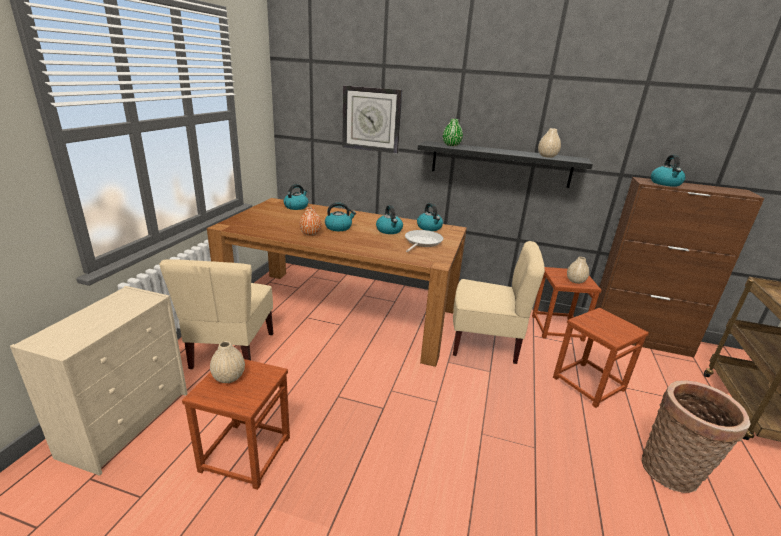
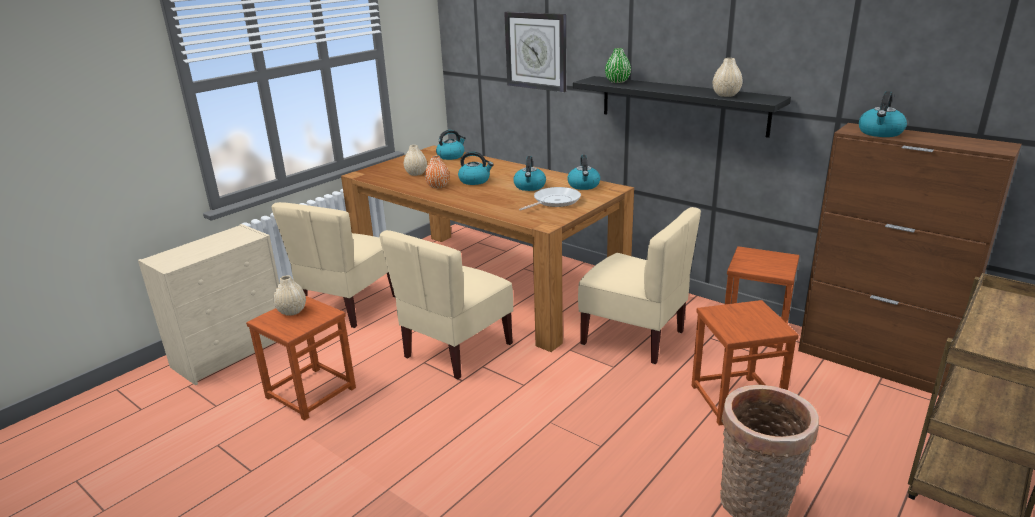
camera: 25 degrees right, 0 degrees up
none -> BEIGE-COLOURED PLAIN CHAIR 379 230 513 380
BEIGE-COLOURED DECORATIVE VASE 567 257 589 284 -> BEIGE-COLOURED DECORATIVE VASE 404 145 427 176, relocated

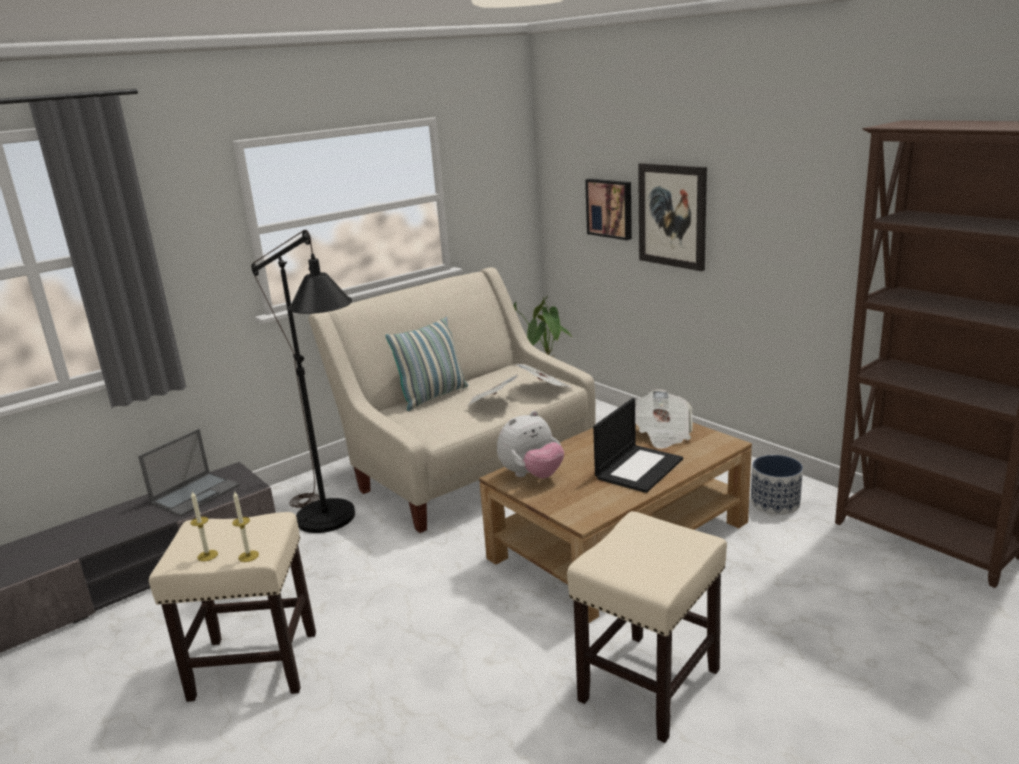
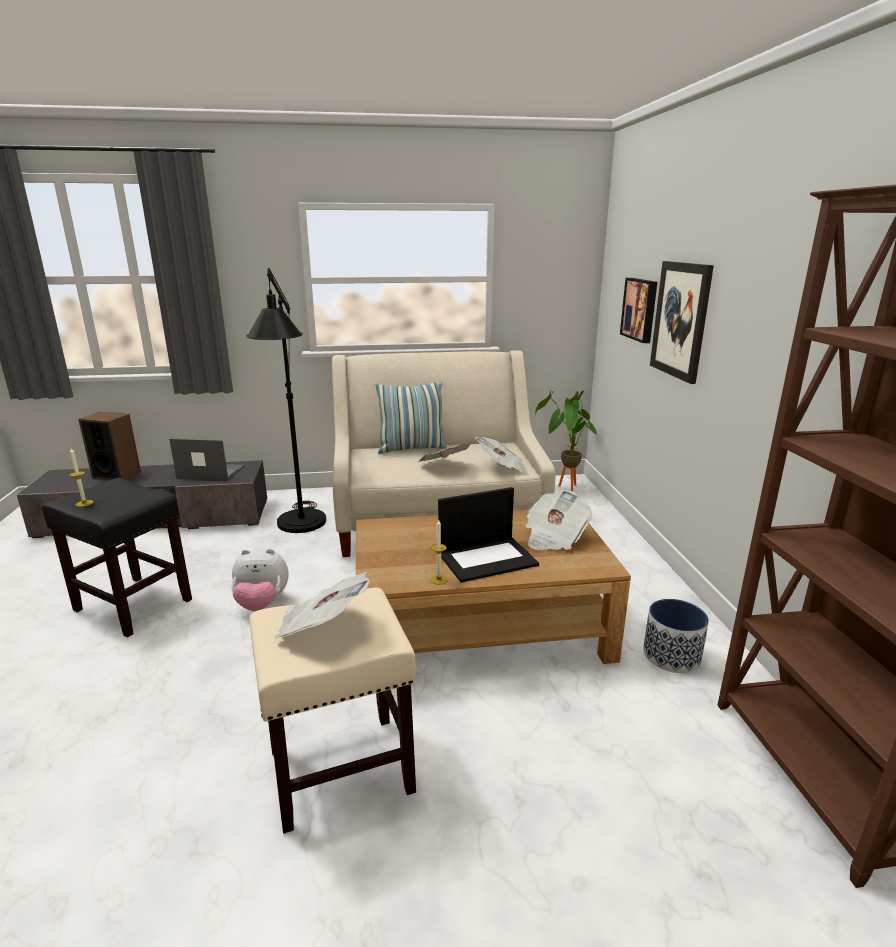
camera: 30 degrees right, 0 degrees up
BEIGE-COLOURED STOOL 149 512 316 702 -> BLACK STOOL 41 478 192 637
none -> LOUDSPEAKER 78 412 141 480
PORTABLE COMPUTER 138 429 240 517 -> PORTABLE COMPUTER 169 438 245 481, 150 degrees counterclockwise
SOFT TOY 497 411 564 478 -> SOFT TOY 231 549 289 611, relocated
none -> DAILY PAPER 274 572 369 639
CANDLE 232 491 259 562 -> CANDLE 430 520 448 585, relocated

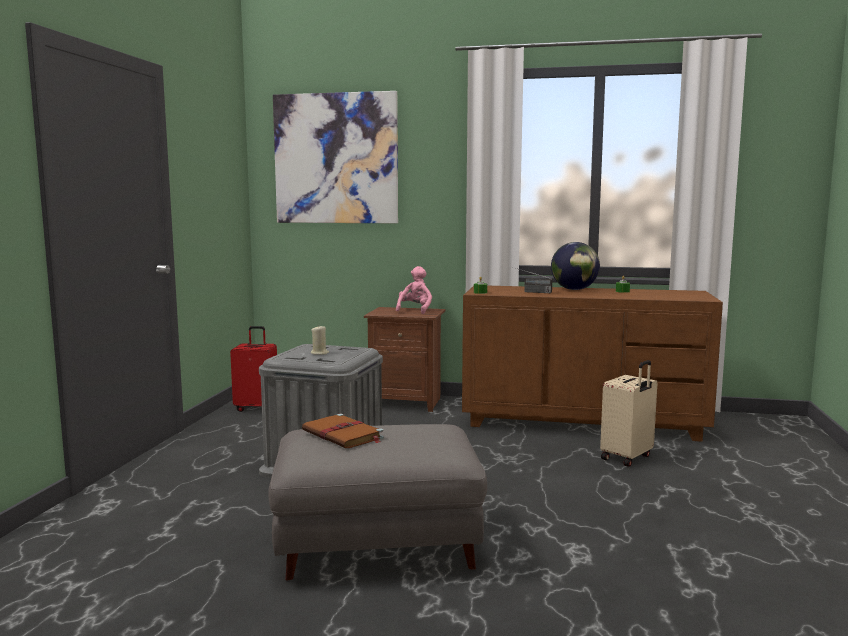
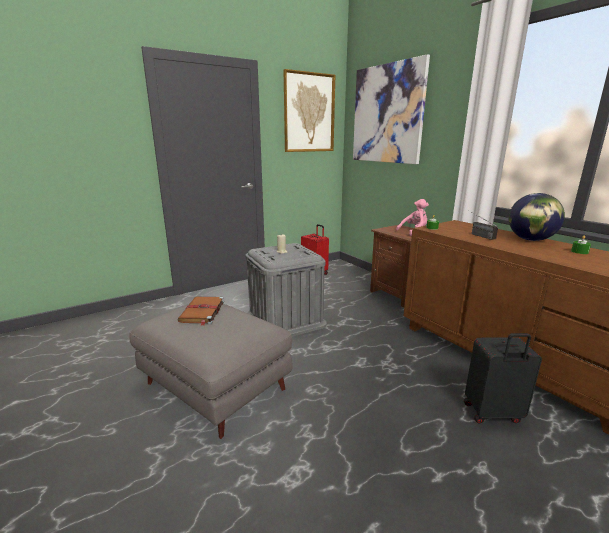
camera: 45 degrees right, 10 degrees up
none -> PICTURE 284 69 335 152
BEIGE-COLOURED PIECE OF LUGGAGE 600 360 657 467 -> BLACK PIECE OF LUGGAGE 464 333 542 424

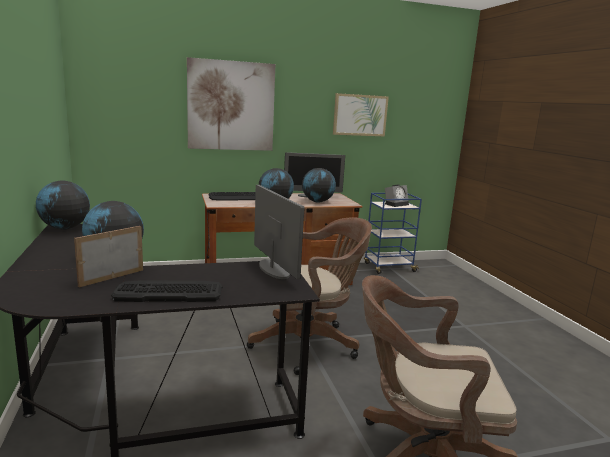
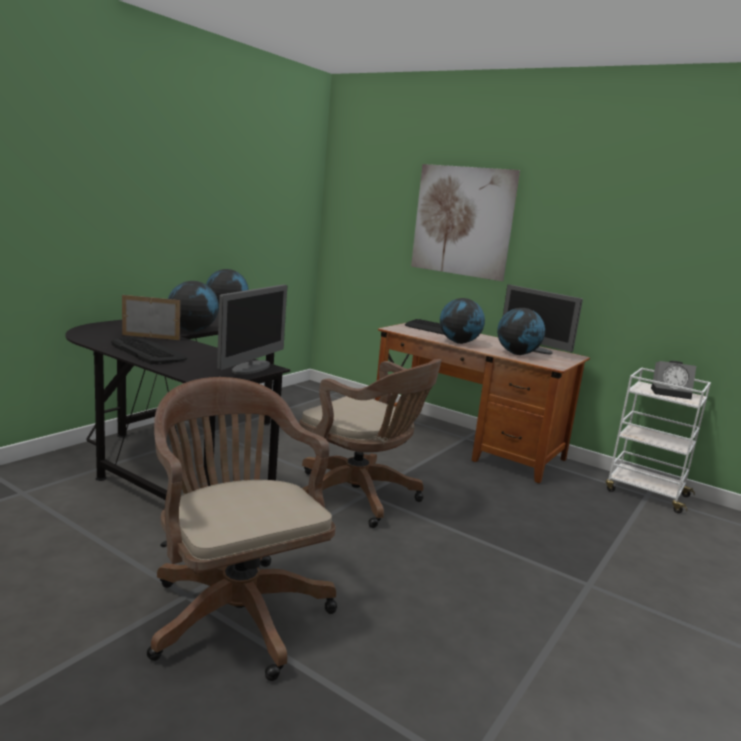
camera: 50 degrees right, 0 degrees up
BLUE CART 364 193 422 274 -> WHITE-COLOURED CART 606 368 711 513
PICTURE 333 93 389 137 -> none

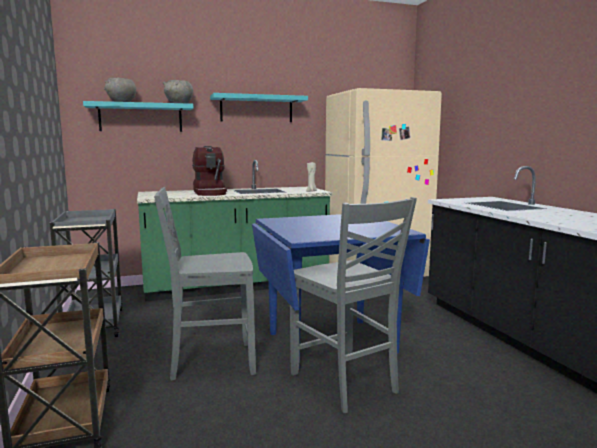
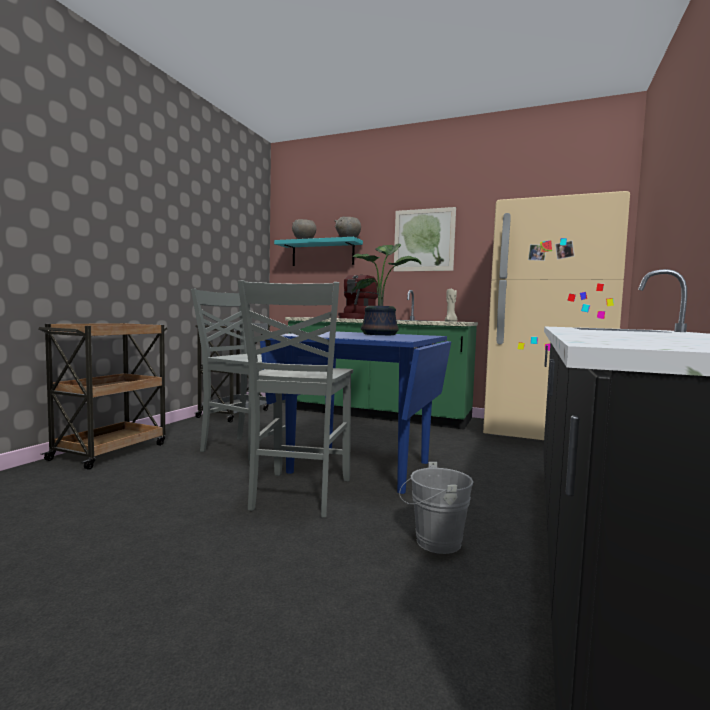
camera: 40 degrees right, 5 degrees down
none -> PLANT IN A POT 352 243 421 335
BLUE-GREEN BRACKET SHELF 210 93 308 122 -> PICTURE 394 207 456 271
none -> GREYISH WATER BUCKET 399 462 473 554

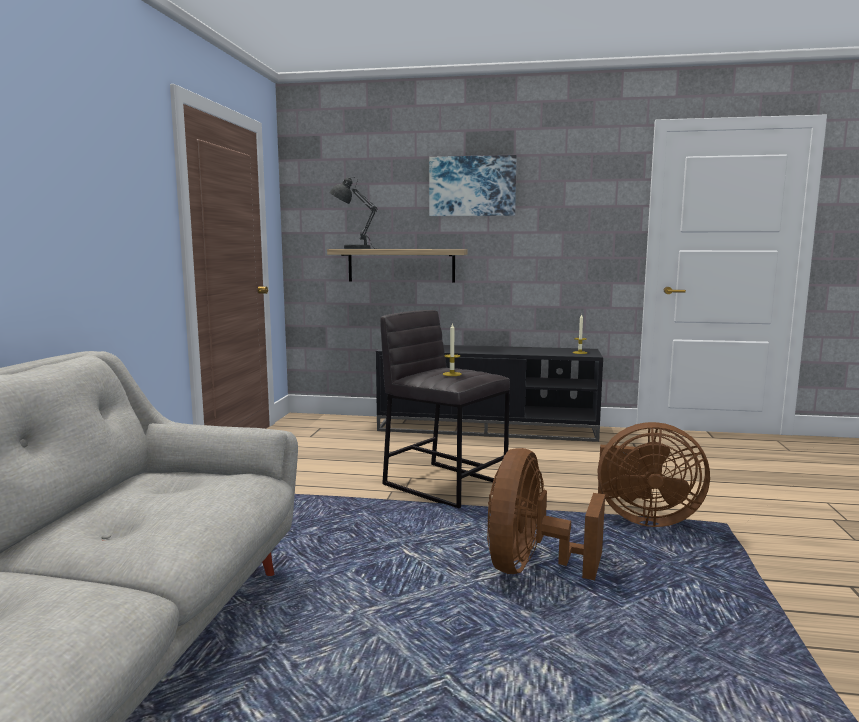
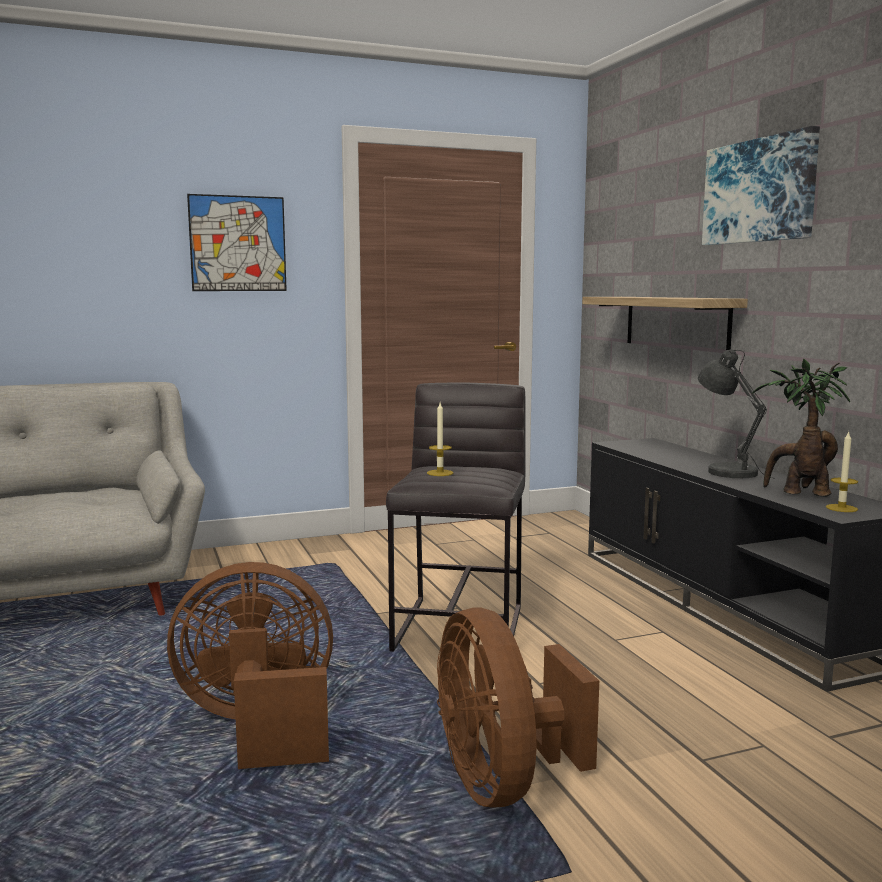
camera: 60 degrees right, 0 degrees up
none -> PICTURE 187 194 287 291
GREYISH TABLE LAMP 330 177 378 249 -> GREYISH TABLE LAMP 698 349 775 479, relocated
none -> PLANT IN A POT 752 358 850 497

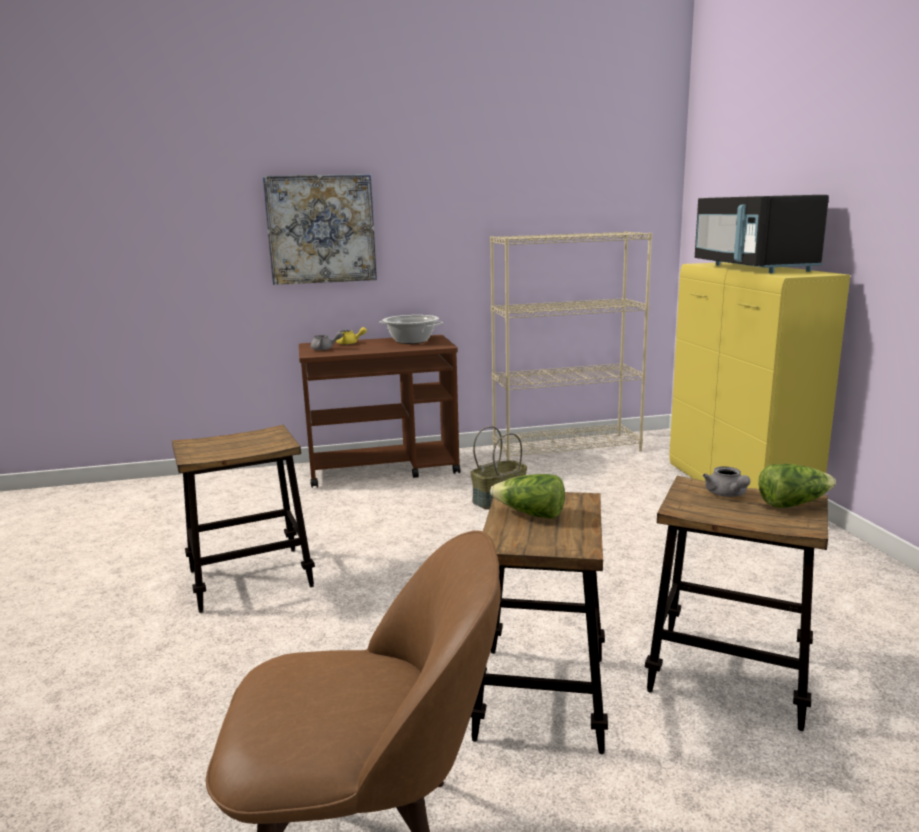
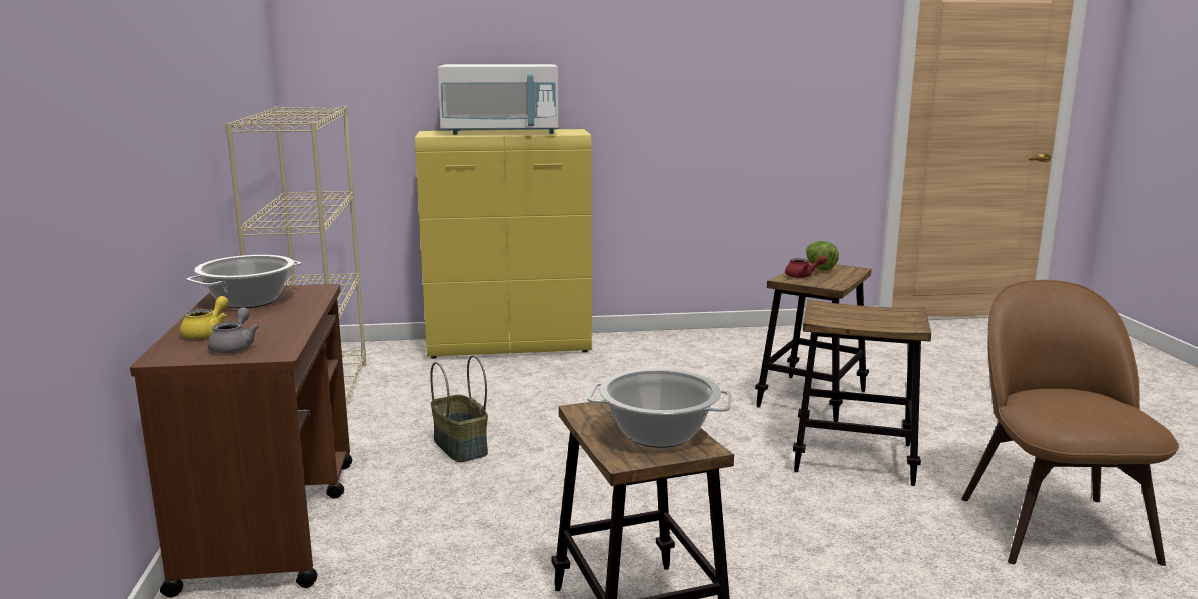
camera: 85 degrees left, 0 degrees up
BLACK MICROWAVE 695 195 829 273 -> WHITE-COLOURED MICROWAVE 437 64 559 135
none -> STOCKPOT 587 368 732 448
GREYISH TEAPOT 703 466 750 497 -> REDDISH TEAPOT 785 255 827 278
PICTURE 263 174 377 285 -> none
HEAD OF LETTUCE 490 474 565 519 -> none

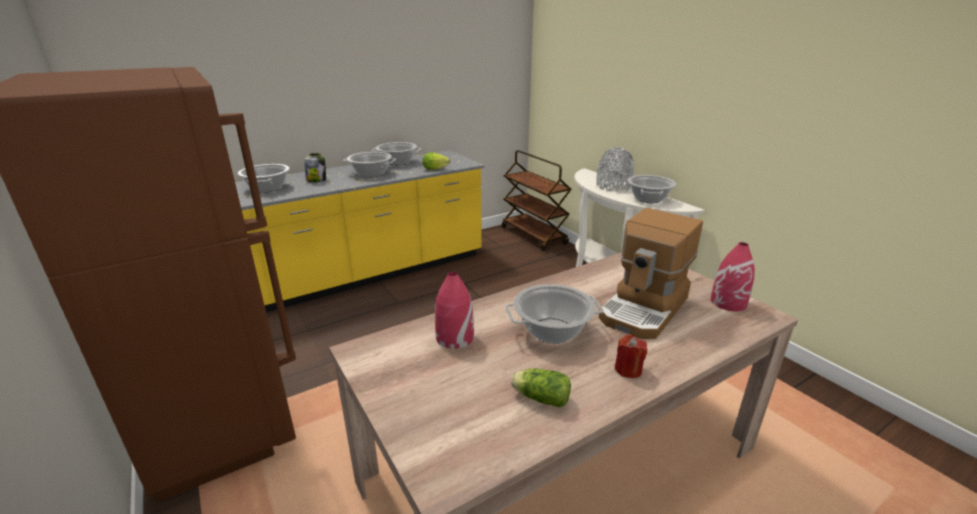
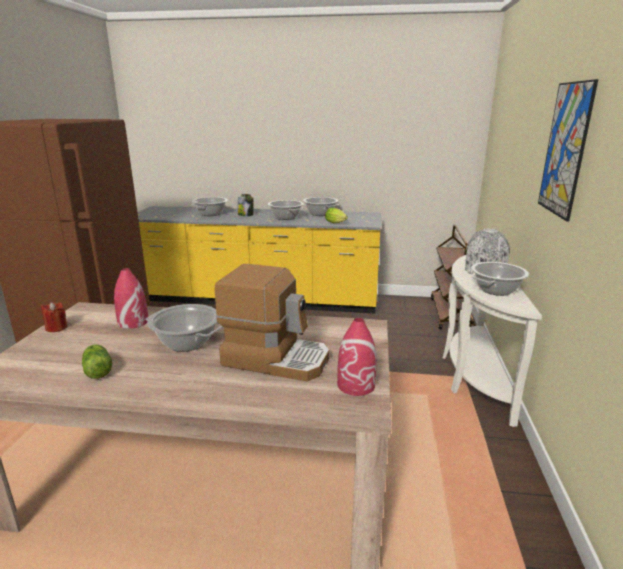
camera: 40 degrees right, 5 degrees down
REDDISH CANDLE 615 334 648 378 -> REDDISH CANDLE 41 302 67 332, relocated
COFFEE BREWER 599 208 703 339 -> COFFEE BREWER 215 264 330 381, 150 degrees counterclockwise
none -> PICTURE 538 79 598 222

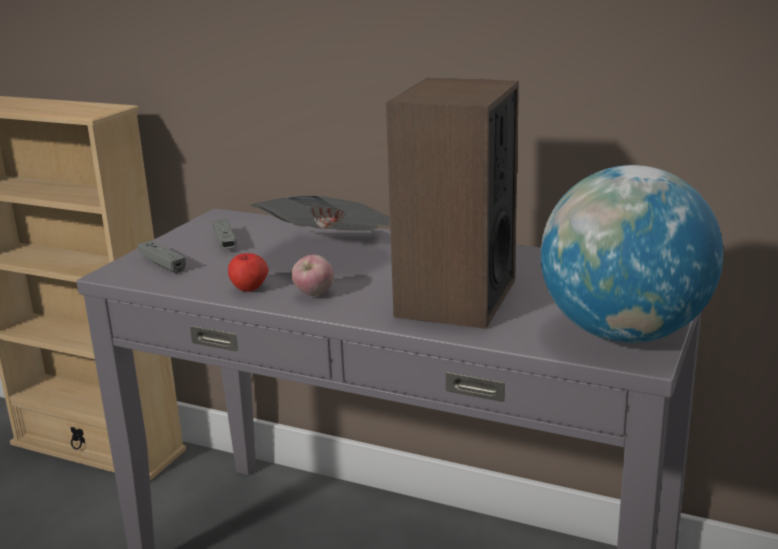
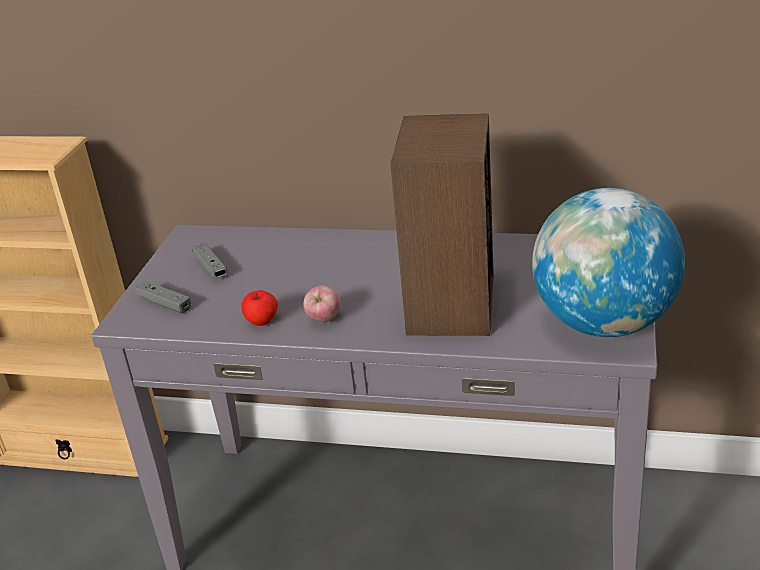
camera: 10 degrees left, 10 degrees up
DAILY PAPER 250 196 390 231 -> none

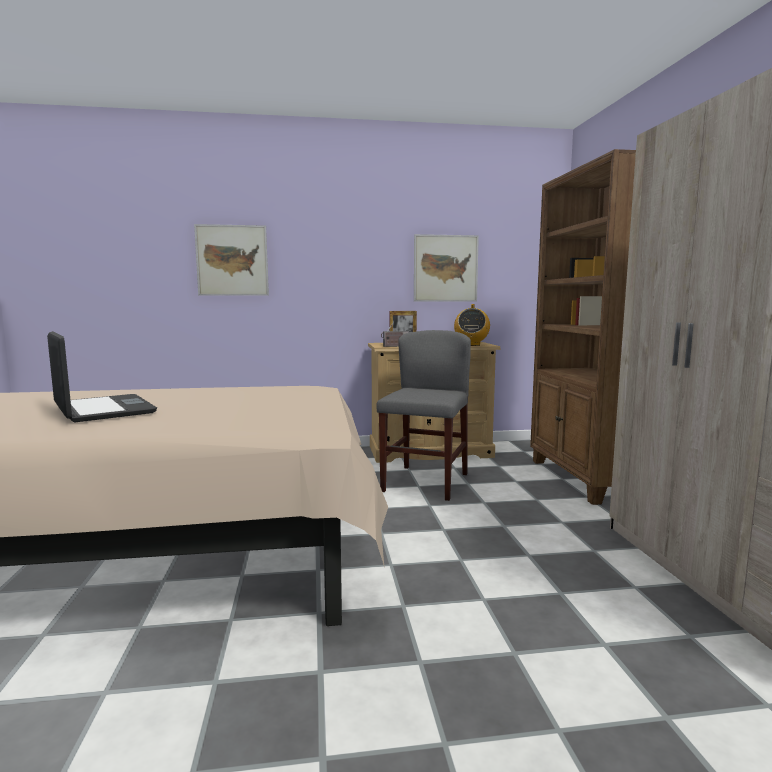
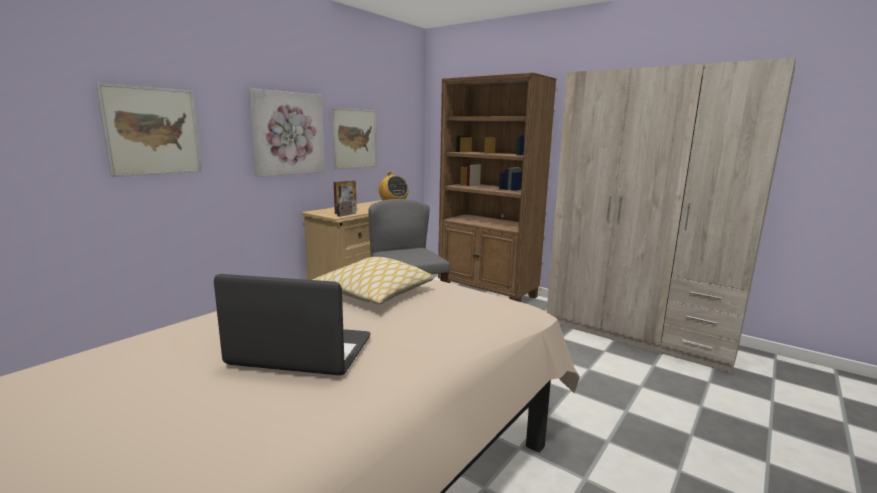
camera: 45 degrees left, 5 degrees up
none -> PICTURE 248 88 325 177
none -> THROW PILLOW 312 257 434 304

